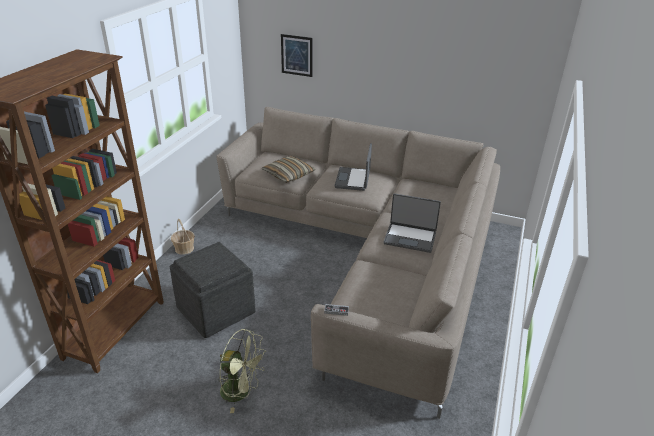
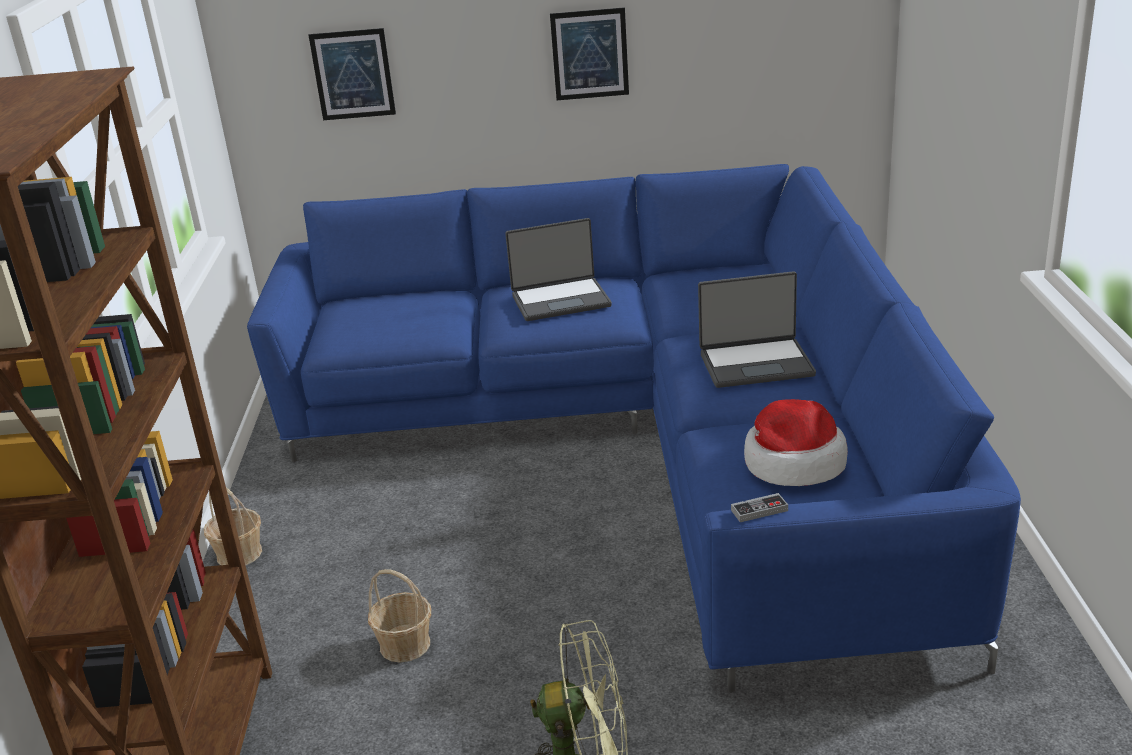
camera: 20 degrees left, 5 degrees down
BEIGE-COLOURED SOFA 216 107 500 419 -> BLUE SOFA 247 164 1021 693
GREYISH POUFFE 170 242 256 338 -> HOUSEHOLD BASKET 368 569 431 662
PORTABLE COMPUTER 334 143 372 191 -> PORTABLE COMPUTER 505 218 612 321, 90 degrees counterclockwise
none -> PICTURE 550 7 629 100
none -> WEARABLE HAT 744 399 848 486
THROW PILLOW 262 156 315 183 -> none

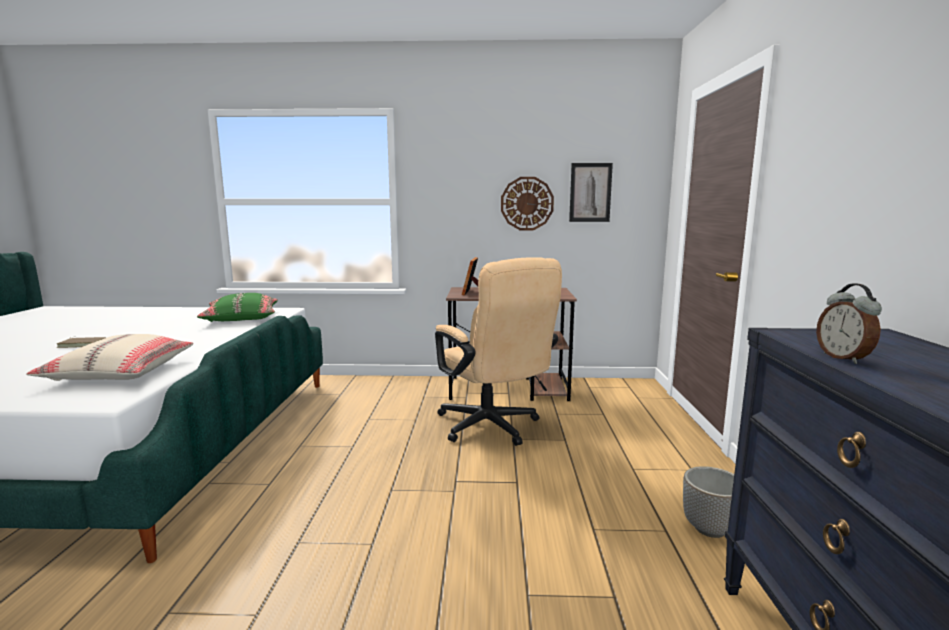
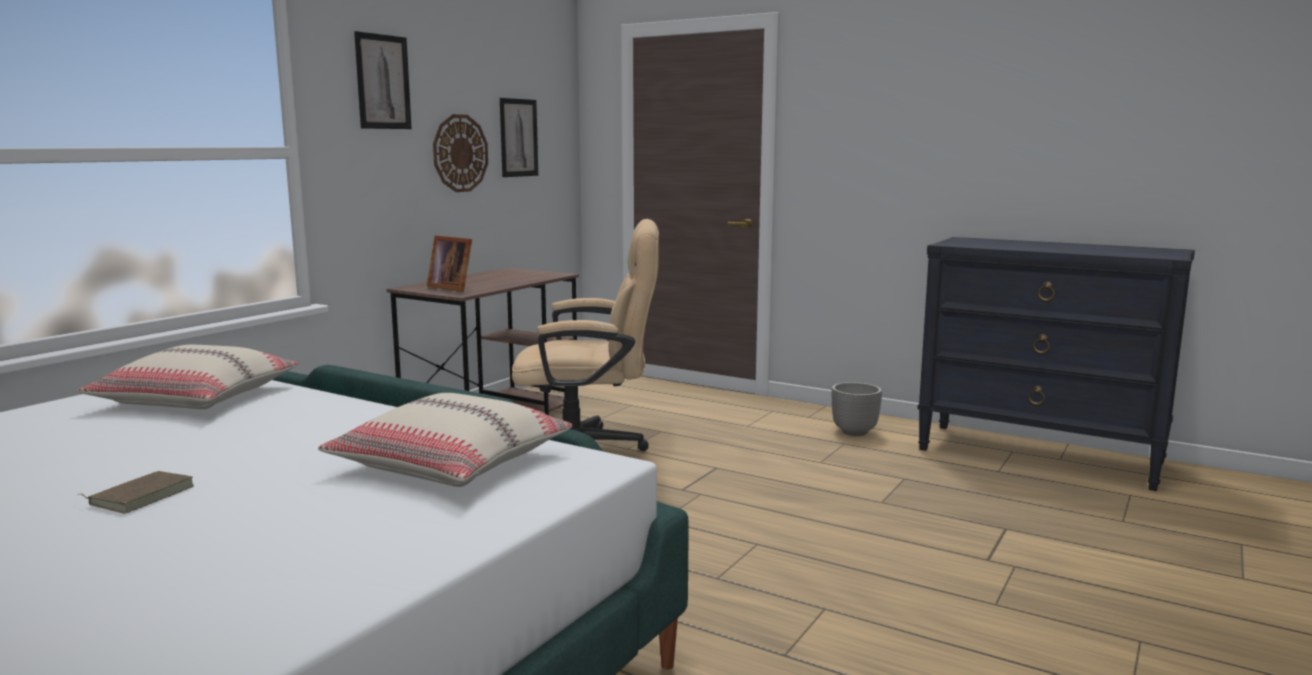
camera: 60 degrees left, 0 degrees up
GREEN THROW PILLOW 197 293 278 322 -> BEIGE-COLOURED THROW PILLOW 77 345 298 409
none -> PICTURE 354 31 412 129
ALARM CLOCK 816 283 882 364 -> none

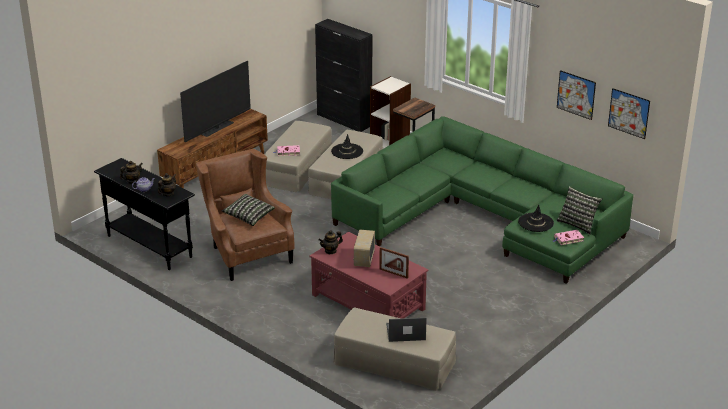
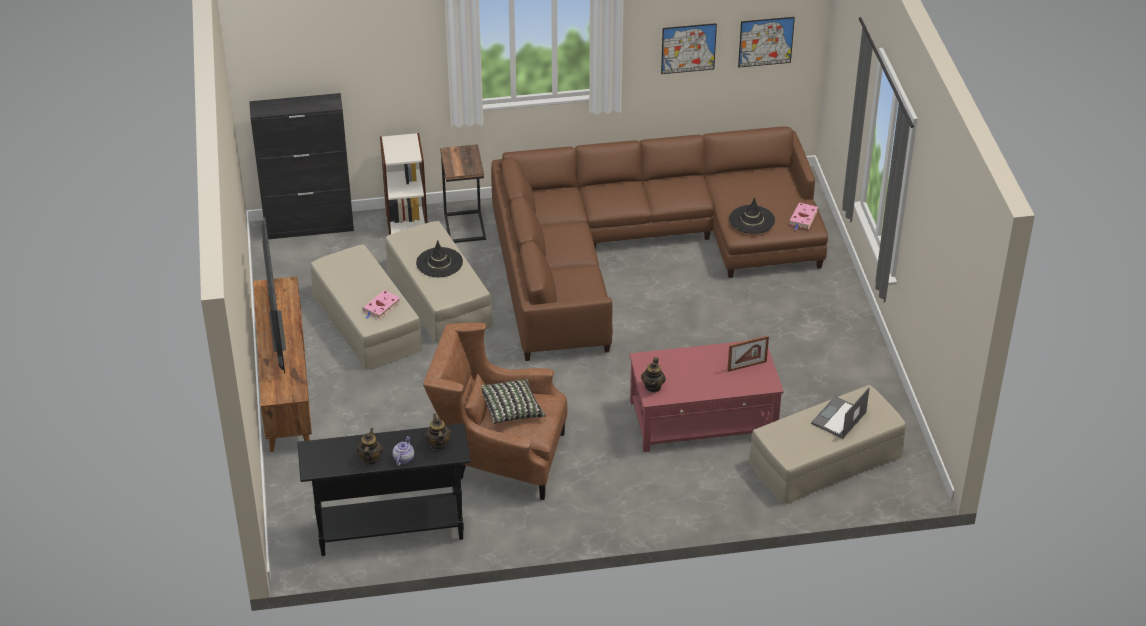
camera: 50 degrees left, 10 degrees up
GREEN SOFA 331 117 633 284 -> BROWN-COLOURED SOFA 491 126 828 361
RADIO RECEIVER 353 229 375 267 -> none
THROW PILLOW 556 186 603 235 -> none

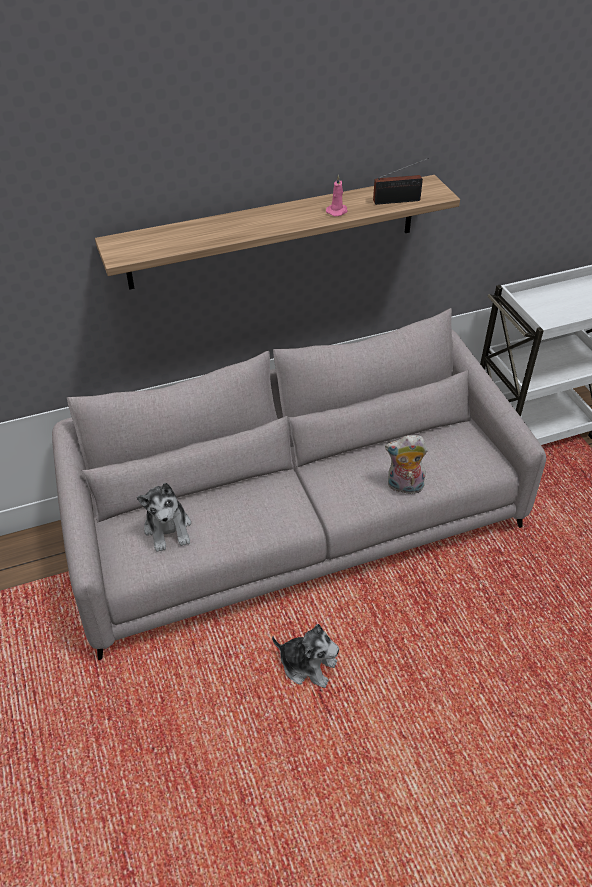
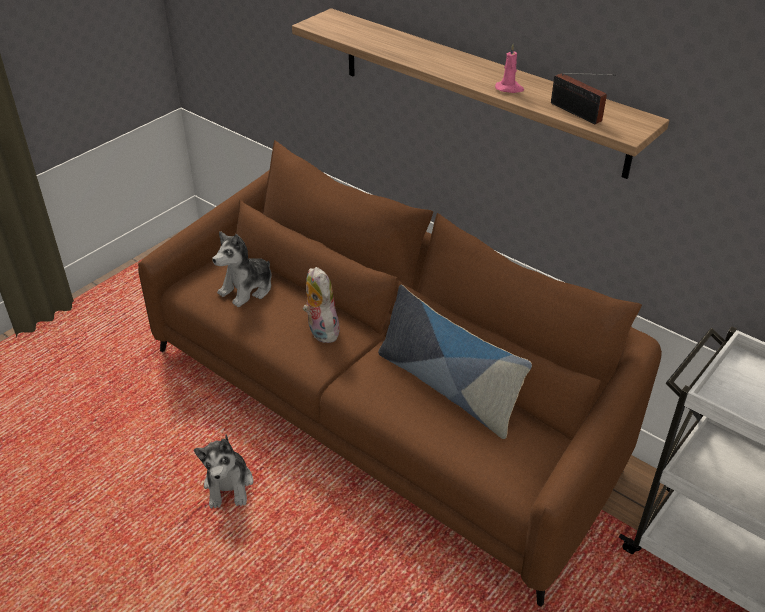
camera: 60 degrees right, 5 degrees down
GREYISH SOFA 52 308 546 660 -> BROWN-COLOURED SOFA 138 140 662 607
SOFT TOY 385 435 428 494 -> SOFT TOY 303 267 339 343, relocated
none -> THROW PILLOW 378 285 532 439

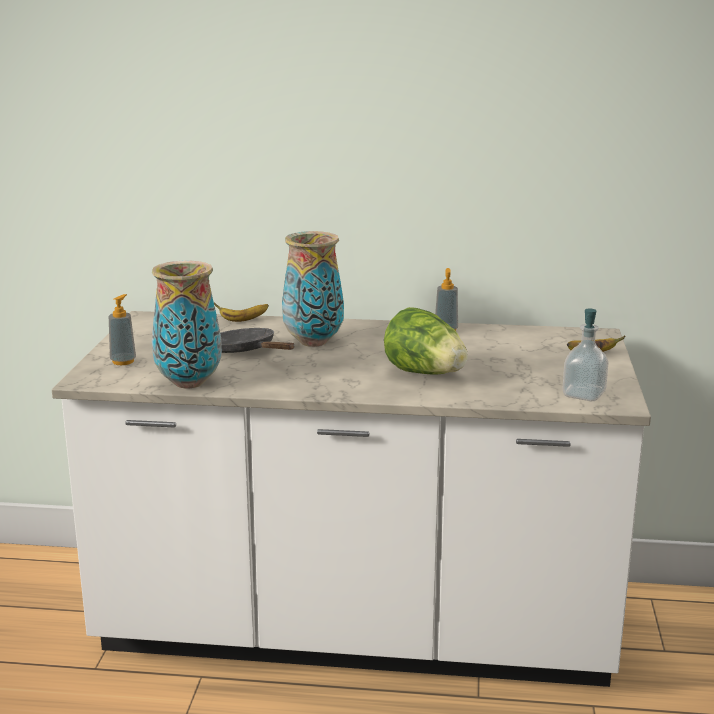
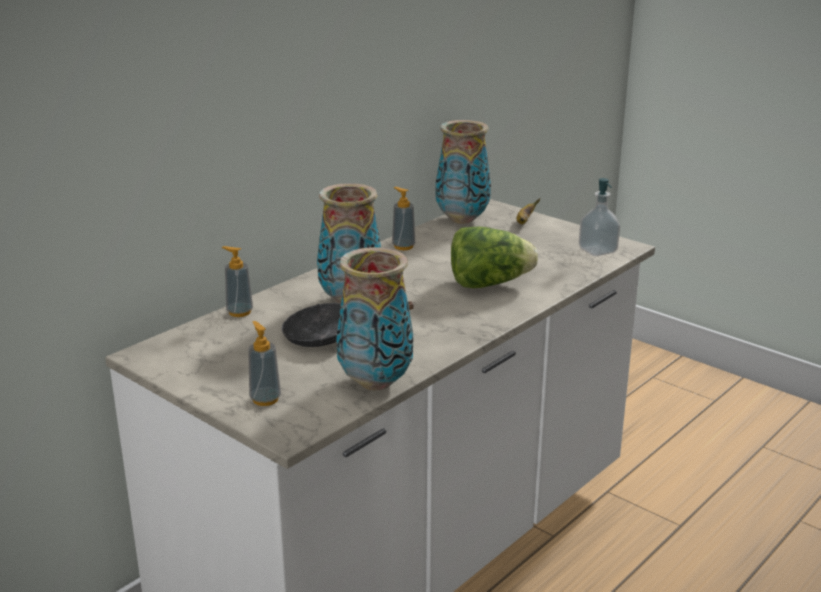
camera: 55 degrees left, 5 degrees up
BANANA FRUIT 214 303 269 322 -> SOAP BOTTLE 222 246 253 317
none -> DECORATIVE VASE 435 120 491 224

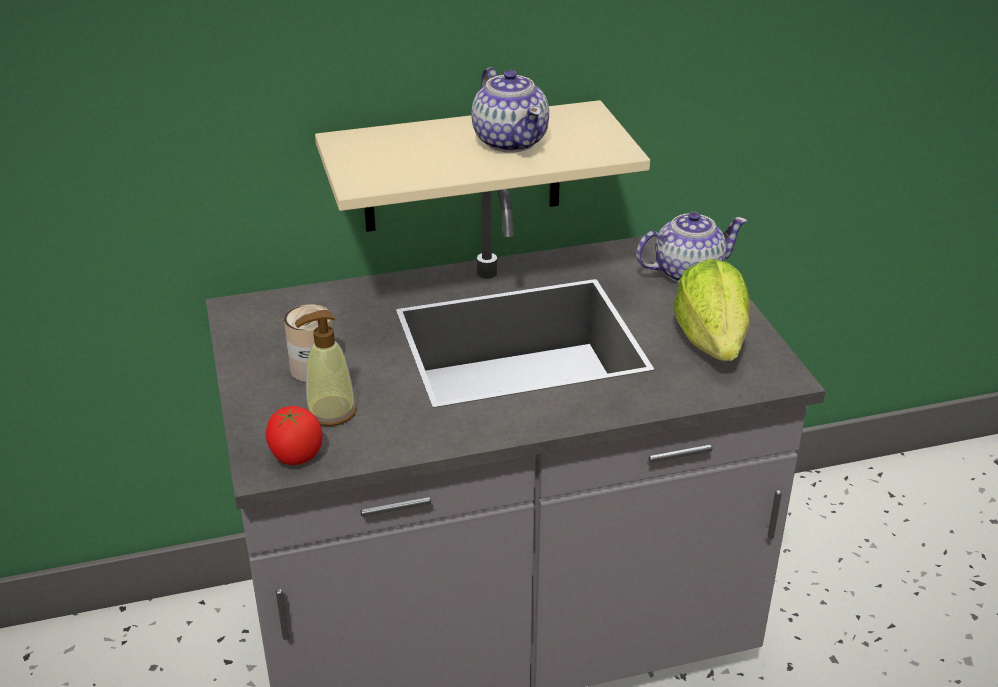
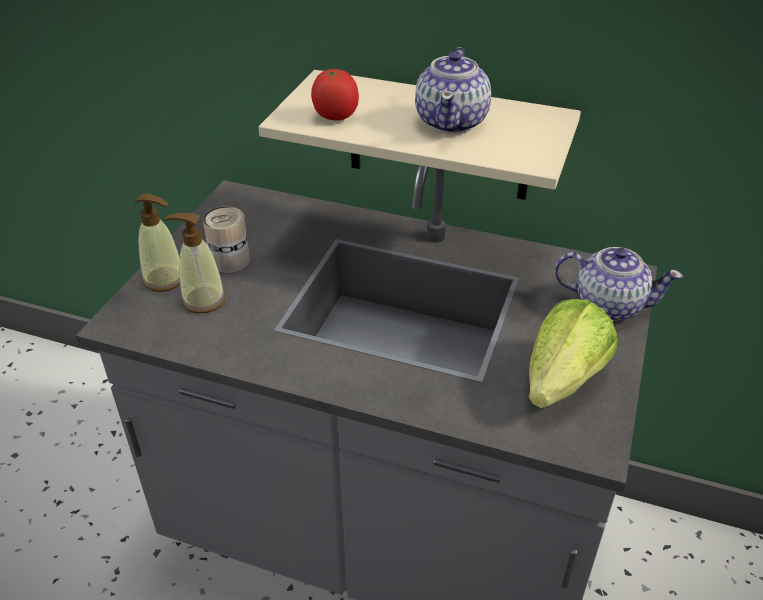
camera: 35 degrees right, 5 degrees up
none -> SOAP BOTTLE 134 193 180 292
FRESH TOMATO 266 406 323 465 -> FRESH TOMATO 311 69 359 121, relocated

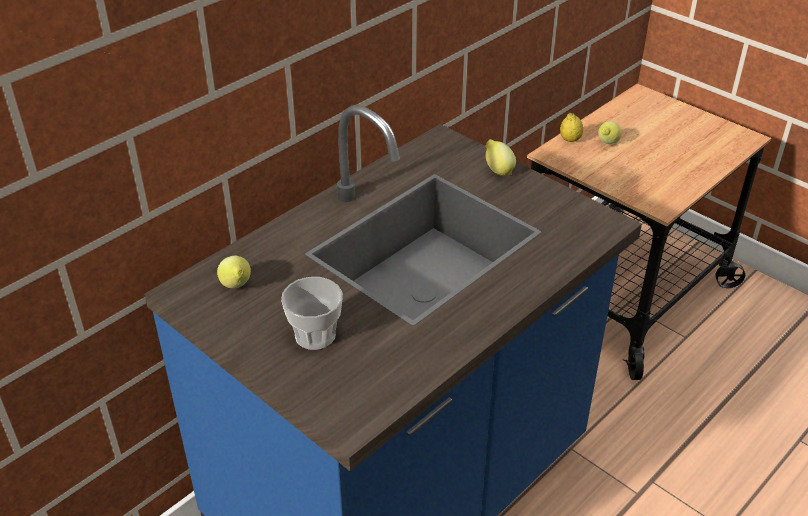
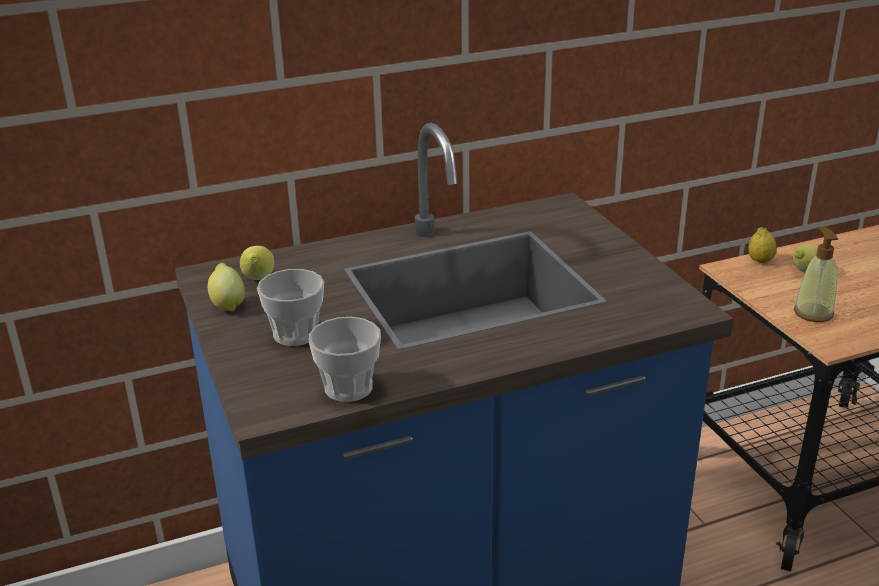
camera: 25 degrees right, 10 degrees down
WHOLE LEMON 486 139 516 176 -> WHOLE LEMON 208 263 245 311, relocated
none -> SMALL CUP 309 317 381 402
none -> SOAP BOTTLE 794 227 838 322

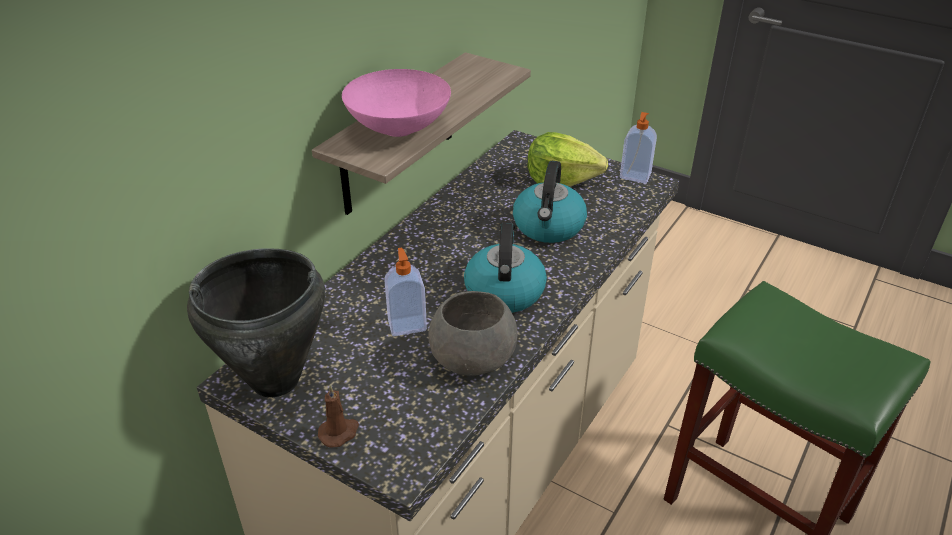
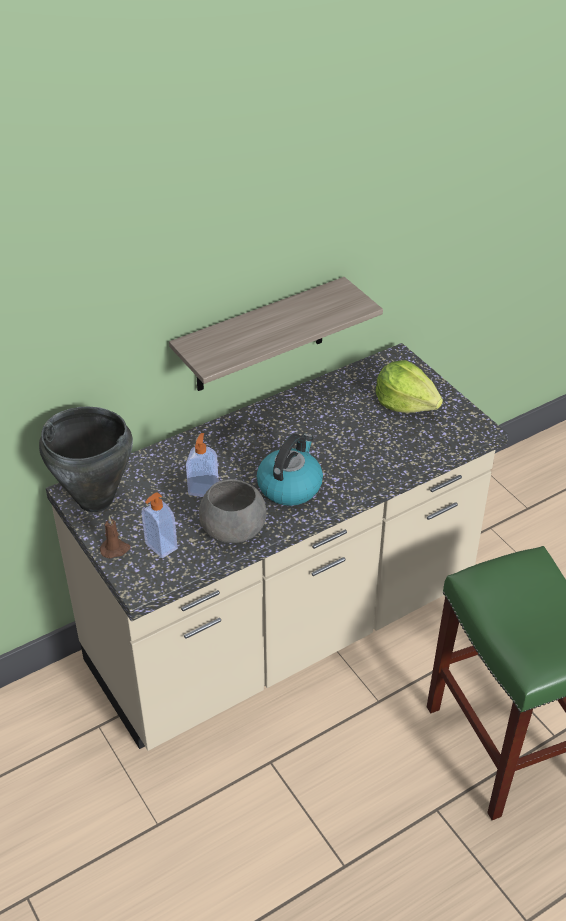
camera: 25 degrees right, 5 degrees up
SOAP BOTTLE 620 112 657 184 -> SOAP BOTTLE 141 492 178 558, relocated
PINK DEEP DISH 342 69 451 137 -> none
KETTLE 513 161 587 243 -> none

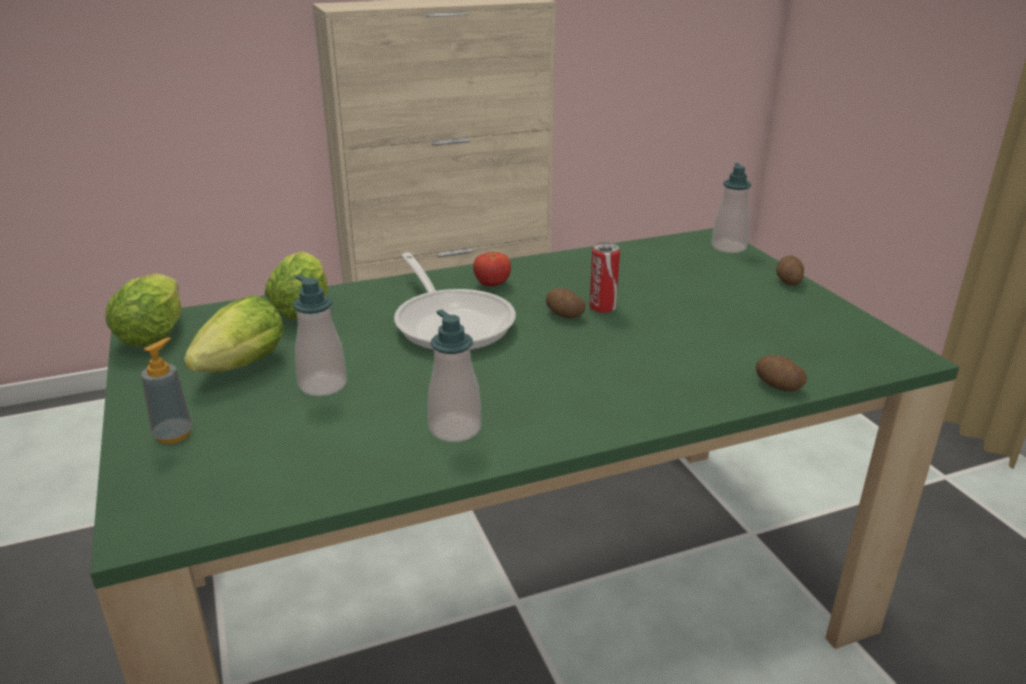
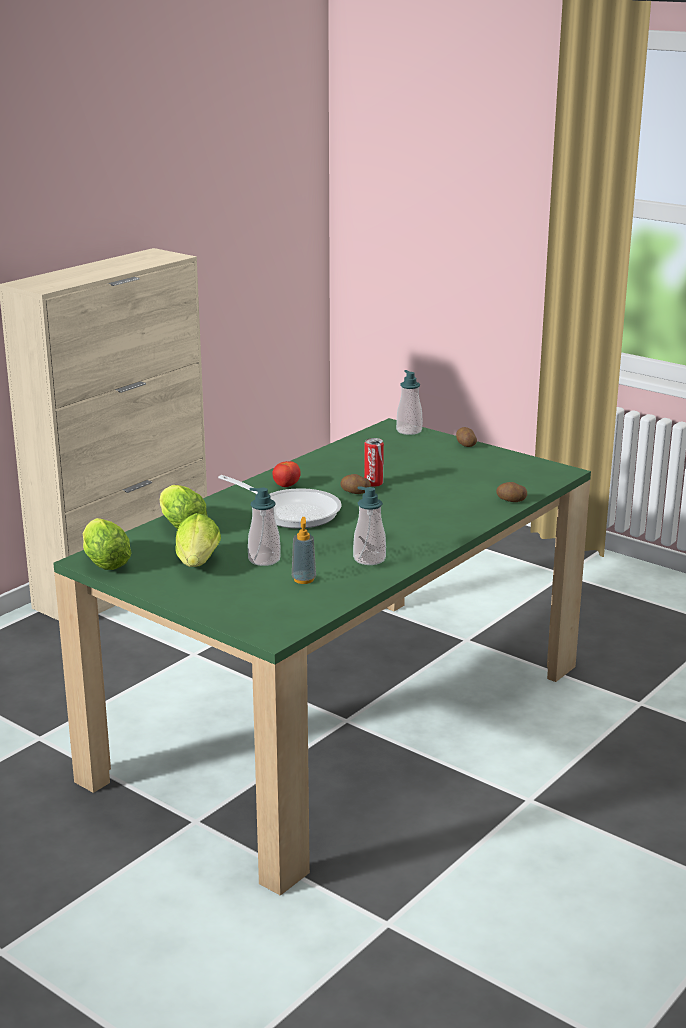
camera: 30 degrees left, 5 degrees down
SOAP BOTTLE 141 337 193 444 -> SOAP BOTTLE 292 517 316 584, relocated

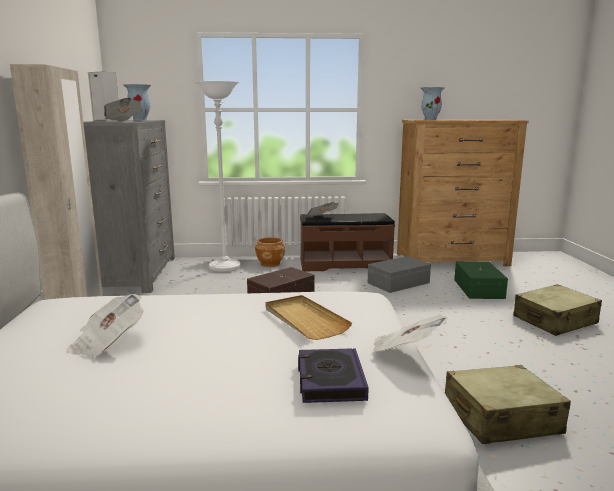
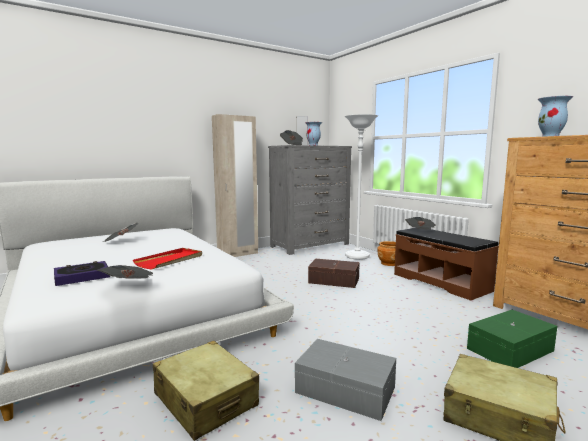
camera: 60 degrees right, 5 degrees down
BEIGE-COLOURED TRAY 265 295 352 340 -> REDDISH TRAY 133 248 202 270
GREYISH STORAGE BOX 368 256 431 293 -> GREYISH STORAGE BOX 295 339 396 421, relocated

